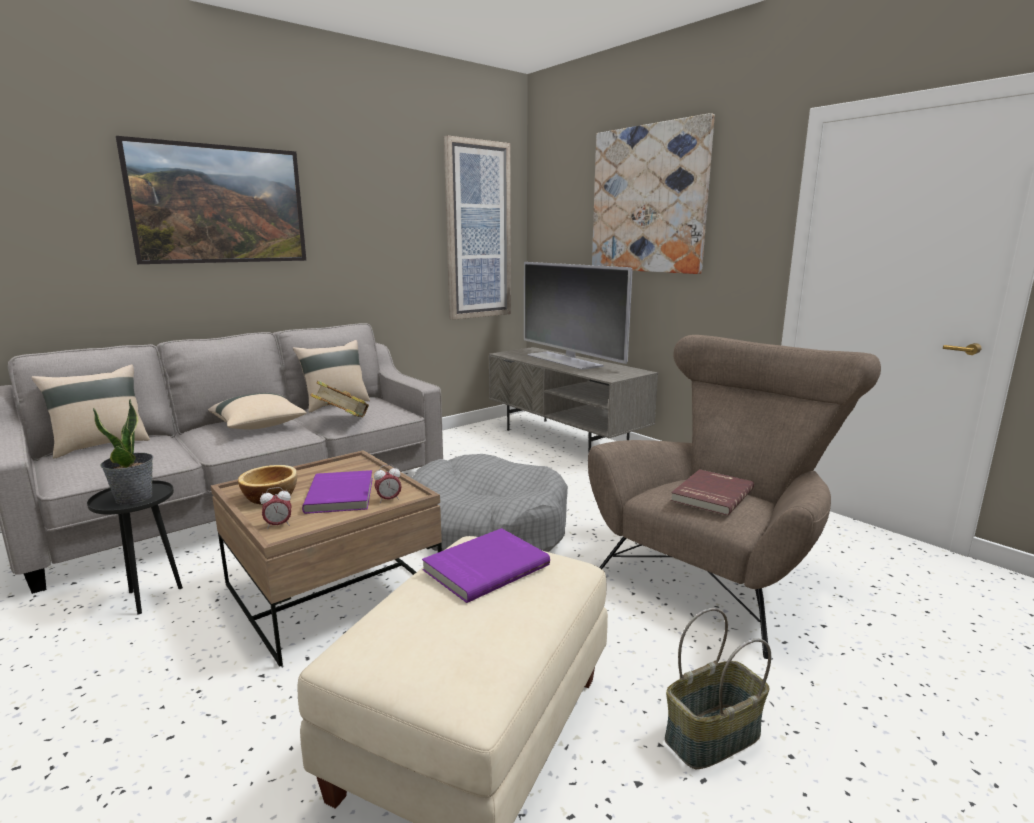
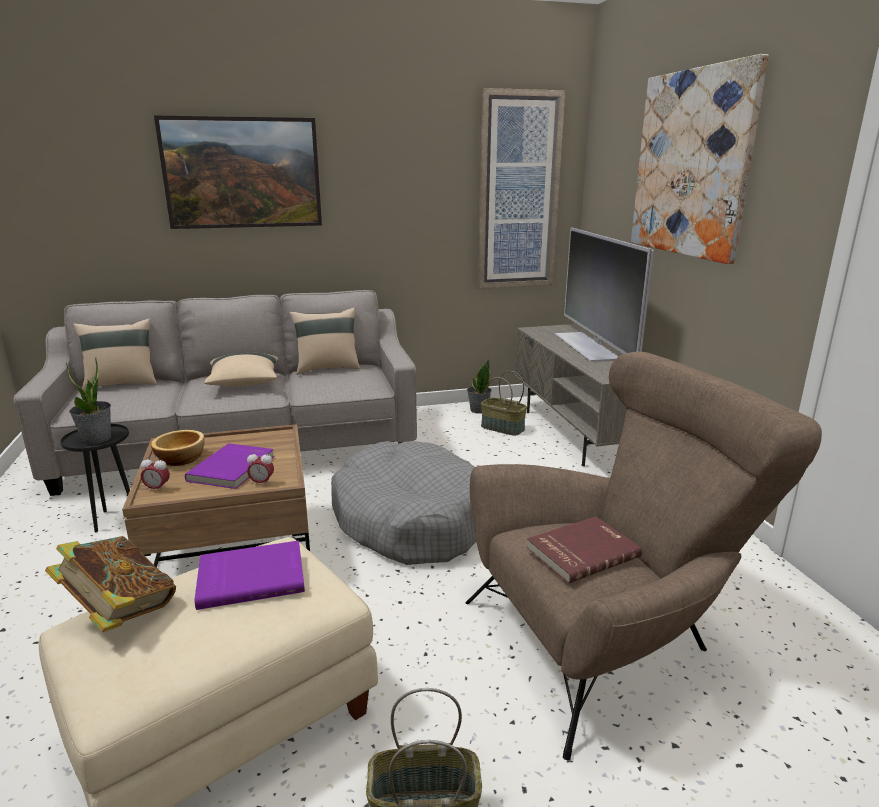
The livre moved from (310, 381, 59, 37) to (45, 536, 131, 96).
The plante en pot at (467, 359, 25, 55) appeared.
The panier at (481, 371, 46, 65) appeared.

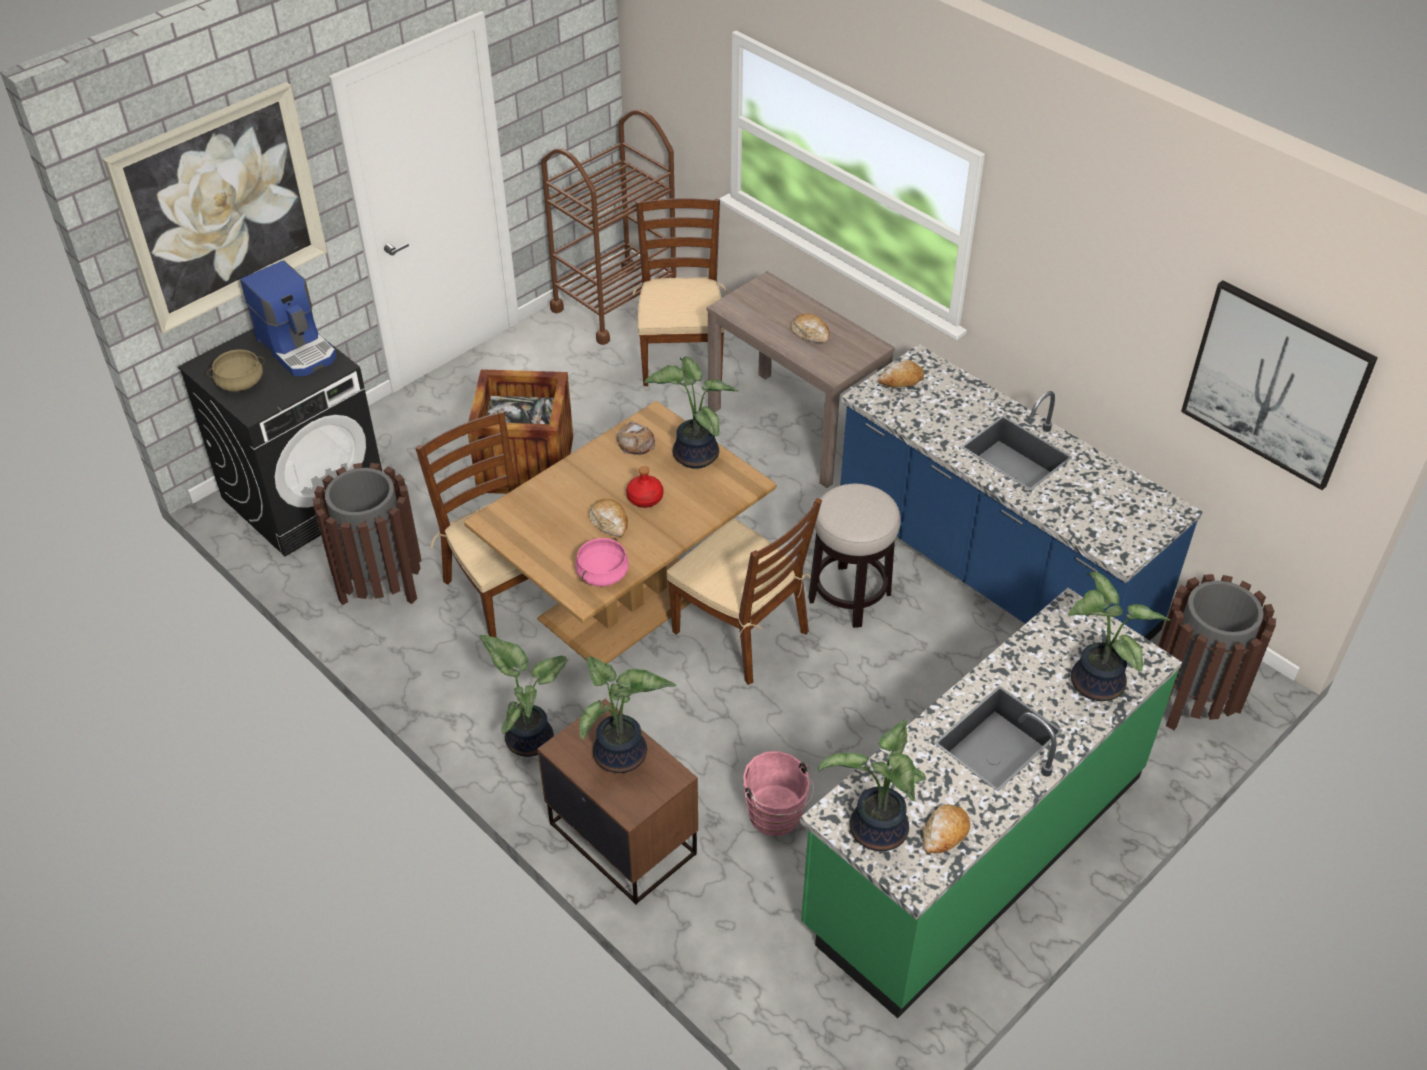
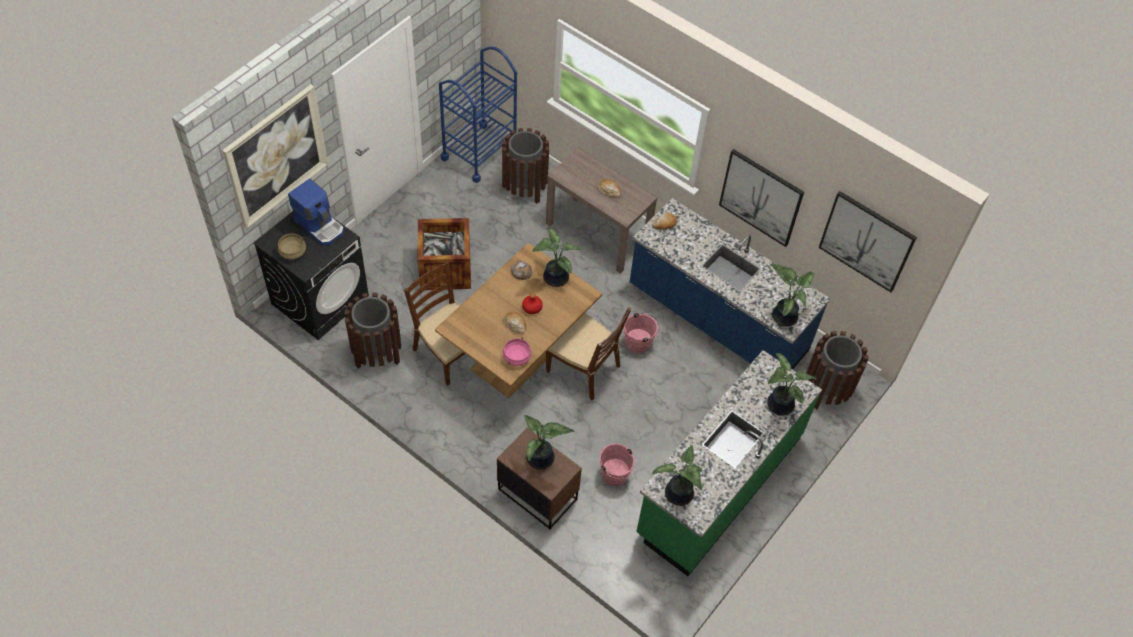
The chariot/marron at (541, 110, 135, 235) became the chariot/bleu at (439, 46, 78, 137).
The chaise/marron at (632, 198, 95, 188) was replaced by the poubelle/marron at (502, 128, 47, 76).
The tabouret at (808, 484, 93, 144) was replaced by the seau/rose at (624, 312, 38, 42).
The plante en pot moved from (479, 635, 89, 122) to (770, 264, 44, 63).
The pain at (923, 804, 47, 50) disappeared.
The tableau at (719, 149, 85, 98) appeared.

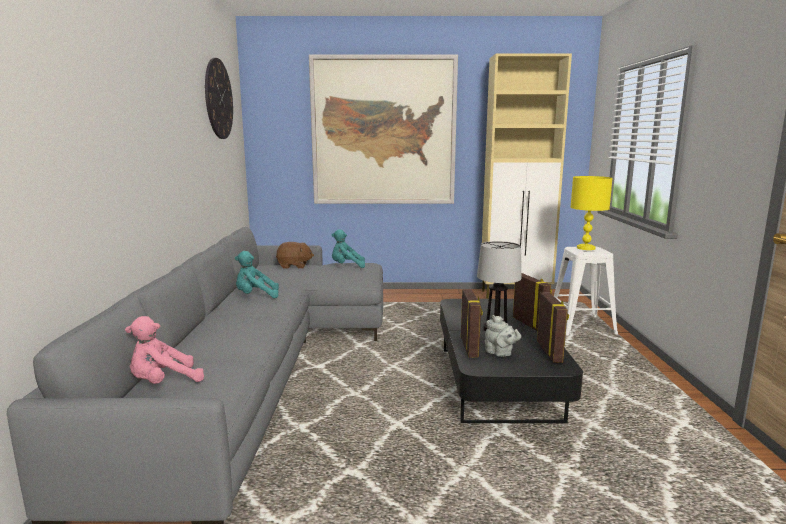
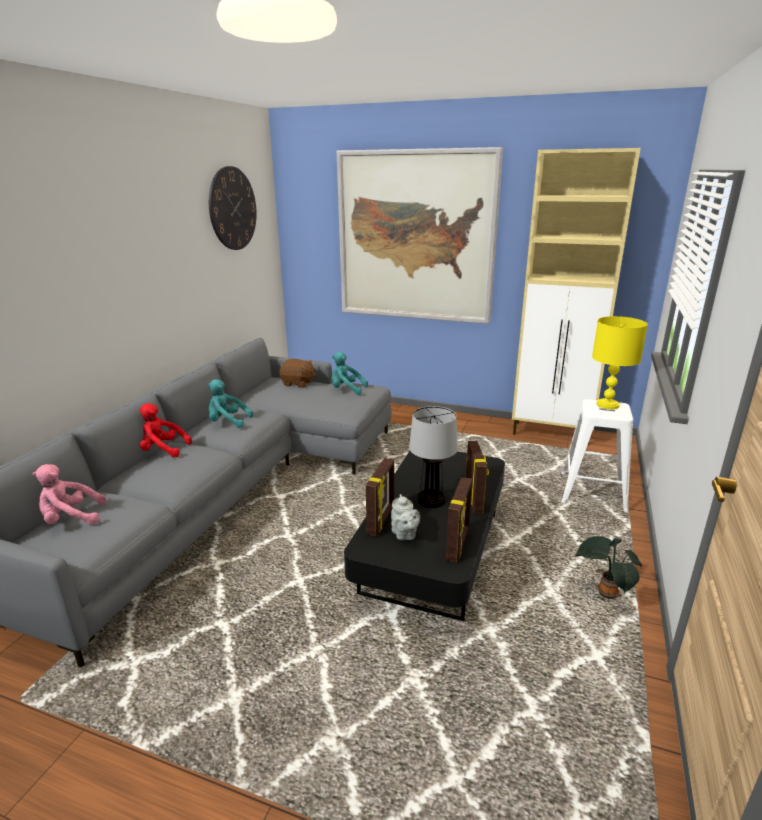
The peluche/rouge at (139, 404, 53, 54) appeared.
The plante en pot at (575, 536, 67, 63) appeared.

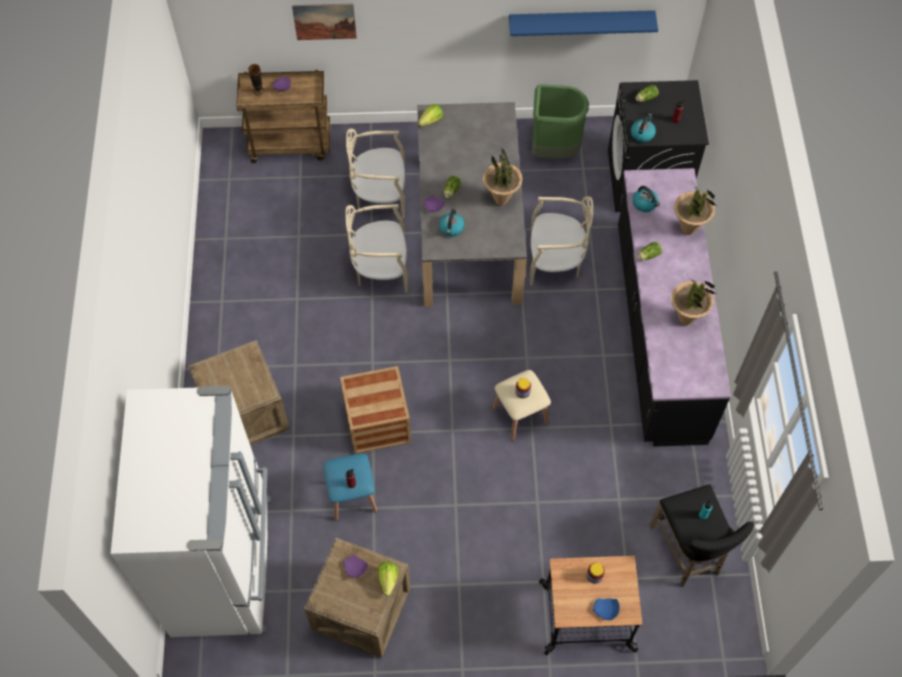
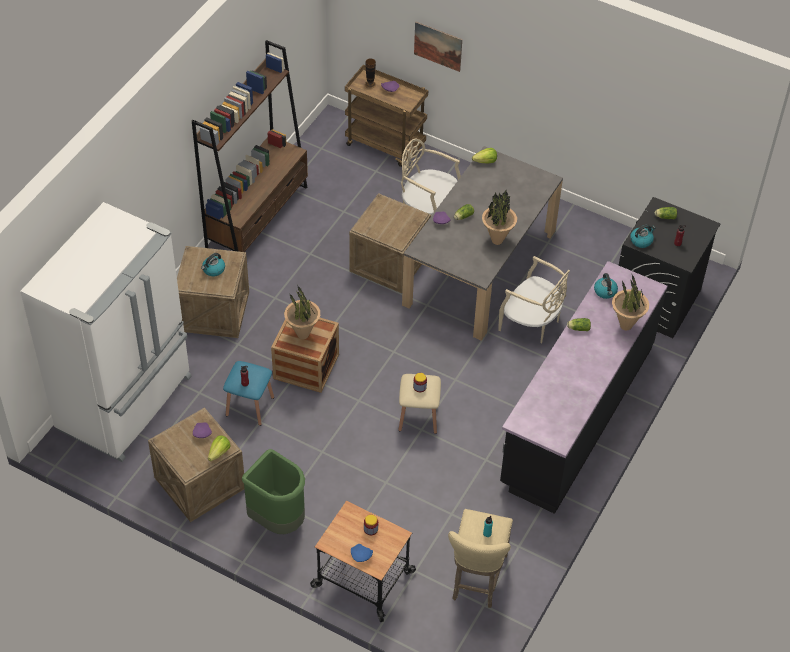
The étagère/bleu at (509, 10, 149, 26) disappeared.
The poubelle/vert moved from (532, 84, 57, 75) to (242, 449, 63, 85).
The chaise/beige at (345, 204, 63, 88) was replaced by the caisse at (349, 193, 82, 100).
The bouilloire moved from (439, 209, 26, 27) to (201, 253, 24, 23).
The plante en pot moved from (671, 276, 45, 49) to (284, 285, 36, 54).
The tabouret/noir at (649, 484, 105, 103) became the tabouret/beige at (448, 509, 65, 99).
The bibliothèque/marron at (192, 40, 116, 212) appeared.

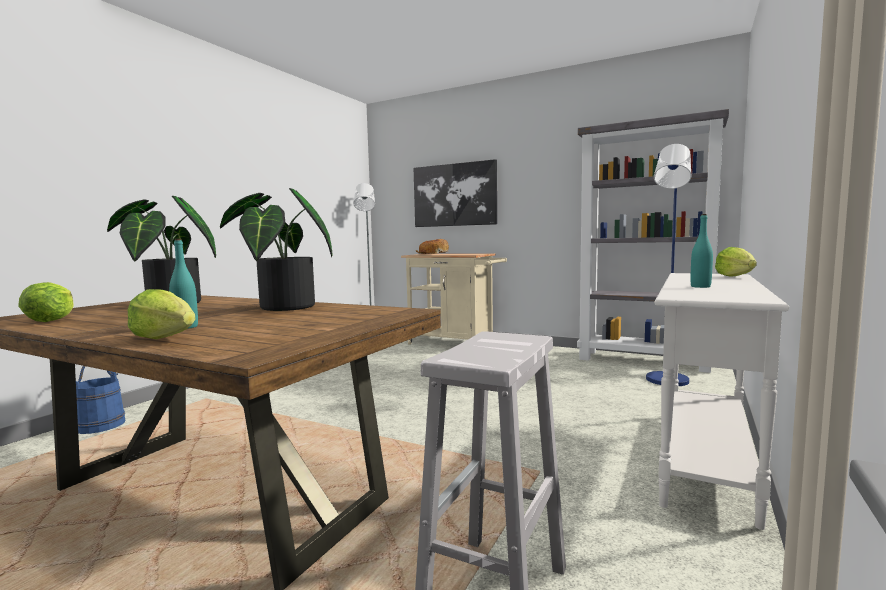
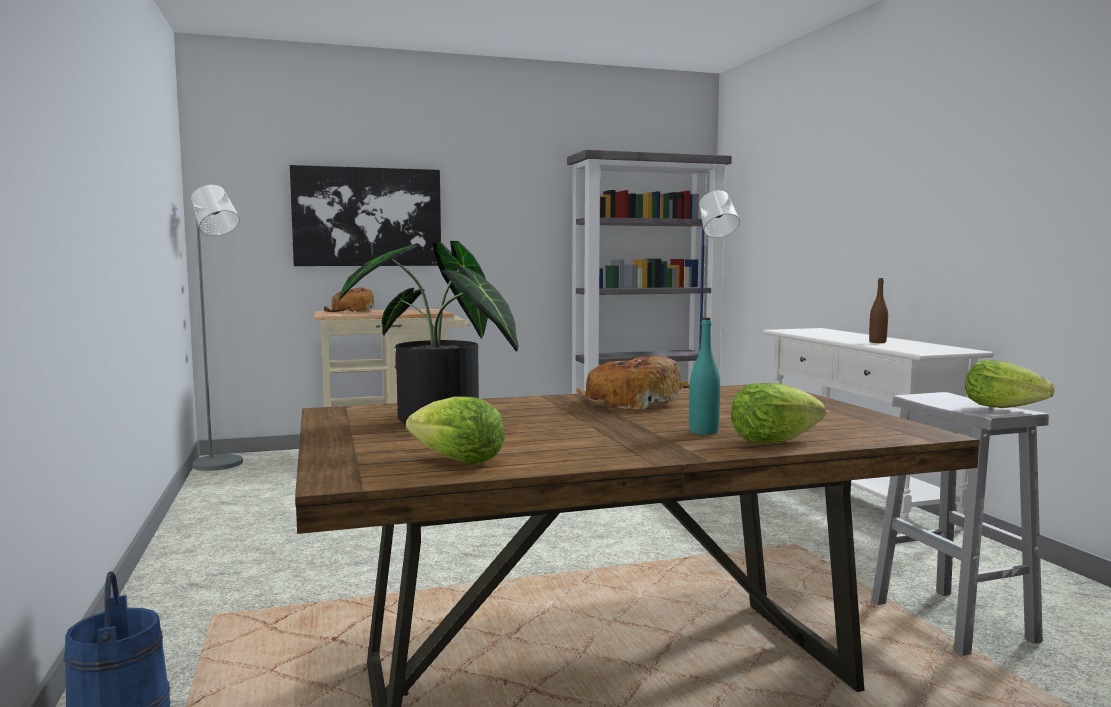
The plante en pot at (220, 188, 113, 123) was replaced by the pain at (576, 355, 105, 55).
The bouteille/turquoise at (691, 214, 22, 74) became the bouteille/marron at (869, 278, 19, 65).
The laitue moved from (715, 247, 42, 30) to (965, 360, 90, 48).

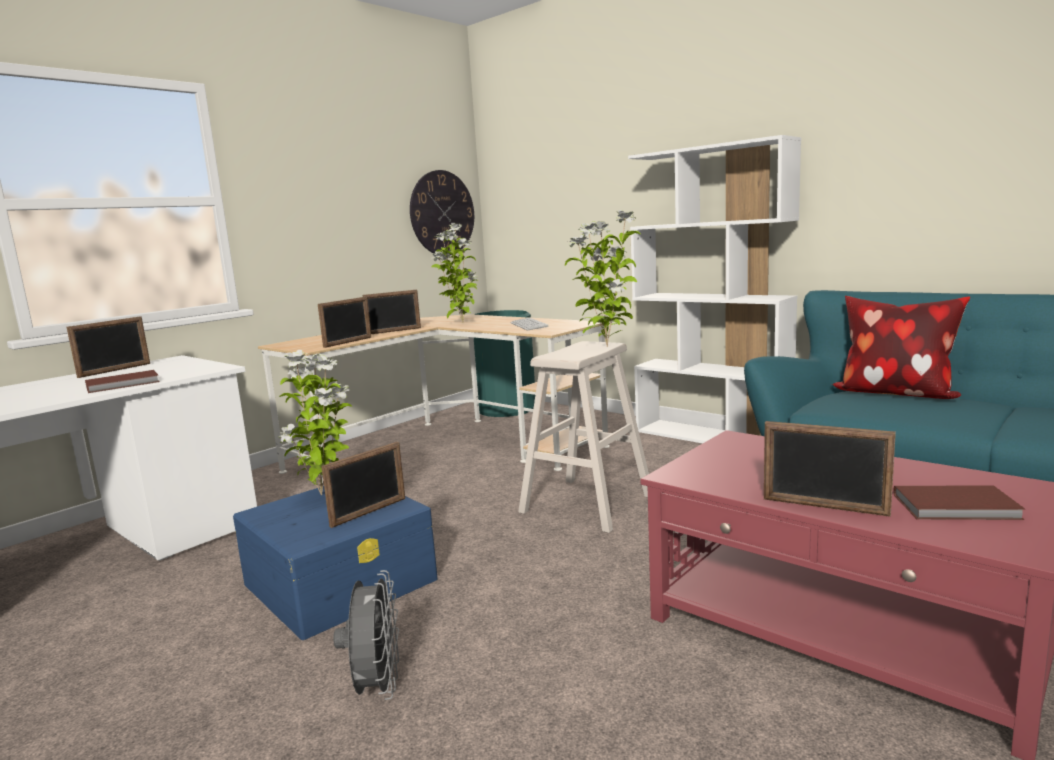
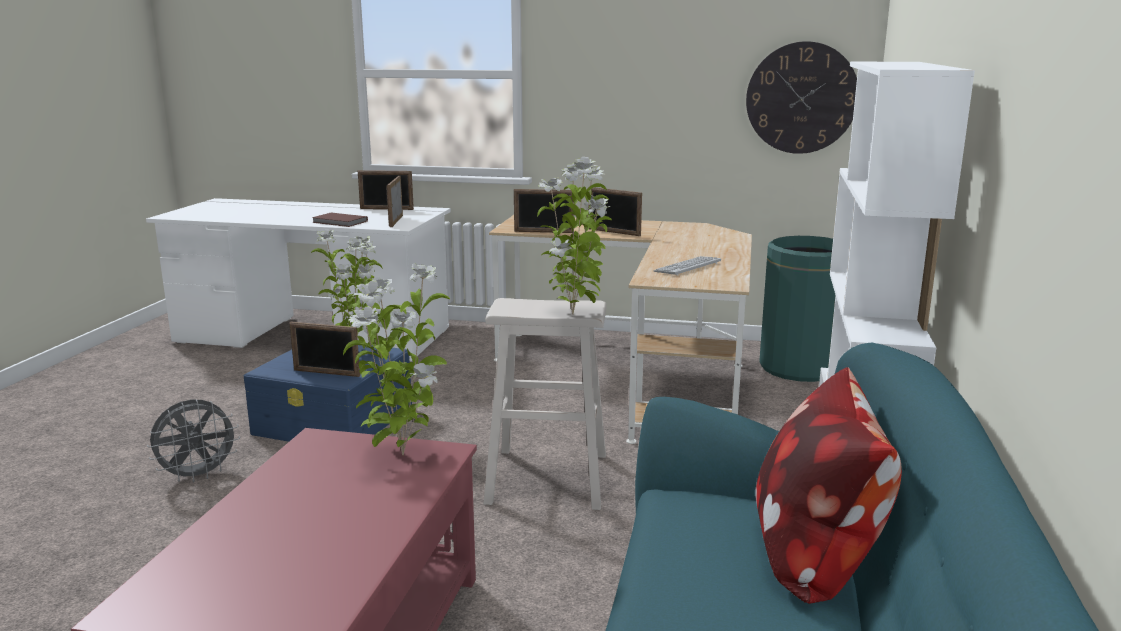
The plante en pot moved from (431, 223, 47, 99) to (343, 263, 107, 192).
The cadre photo moved from (764, 421, 132, 96) to (386, 176, 17, 51).
The livre/marron at (893, 485, 133, 35) disappeared.

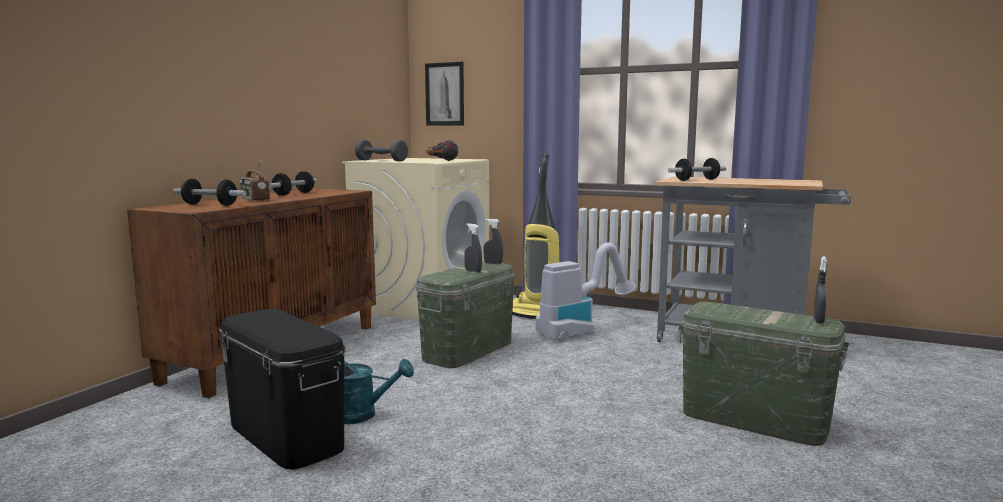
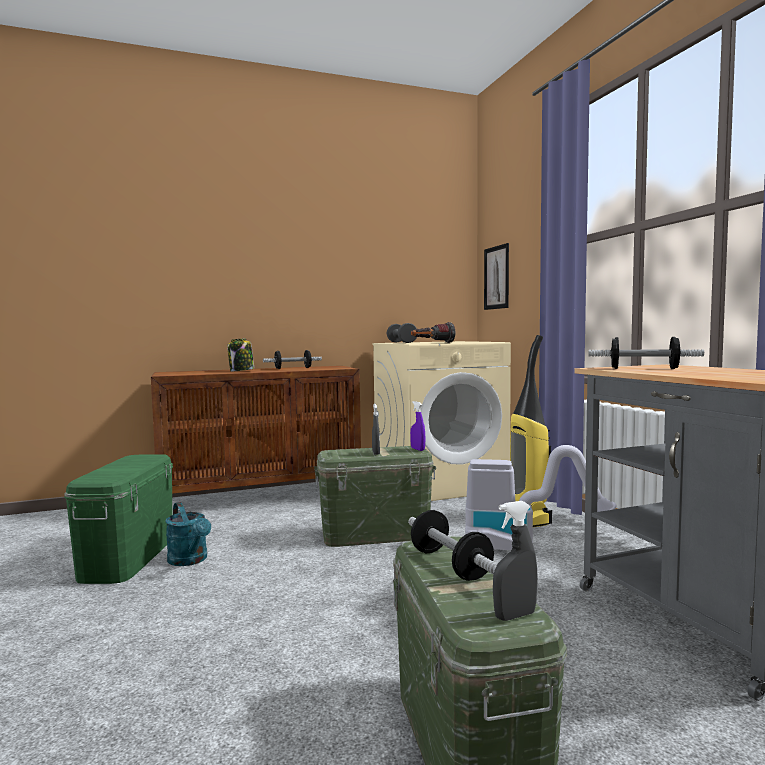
The radio at (240, 159, 30, 42) was replaced by the bocal at (227, 338, 27, 33).
The haltère moved from (173, 179, 74, 27) to (408, 510, 89, 71).
The vaporisateur/gris at (483, 219, 20, 45) became the vaporisateur/violet at (410, 401, 15, 50).
The boîte de rangement/noir at (219, 309, 127, 160) became the boîte de rangement/vert at (64, 454, 109, 130).

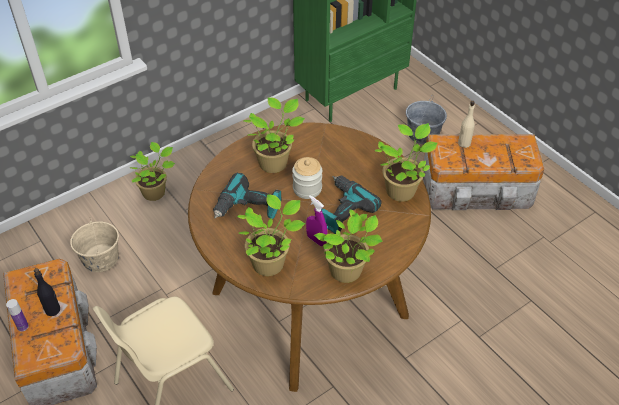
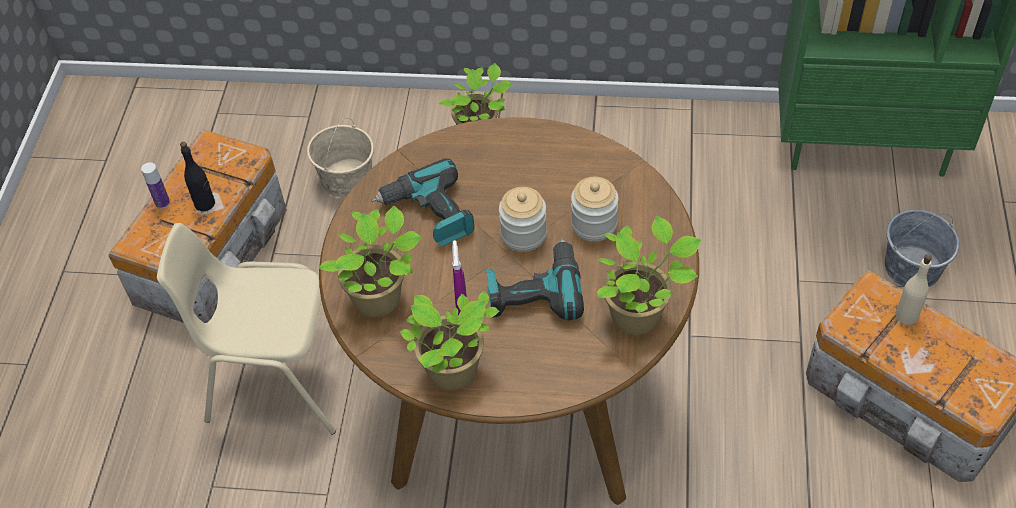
The plante en pot at (244, 98, 61, 75) disappeared.
The bocal at (571, 177, 48, 65) appeared.

